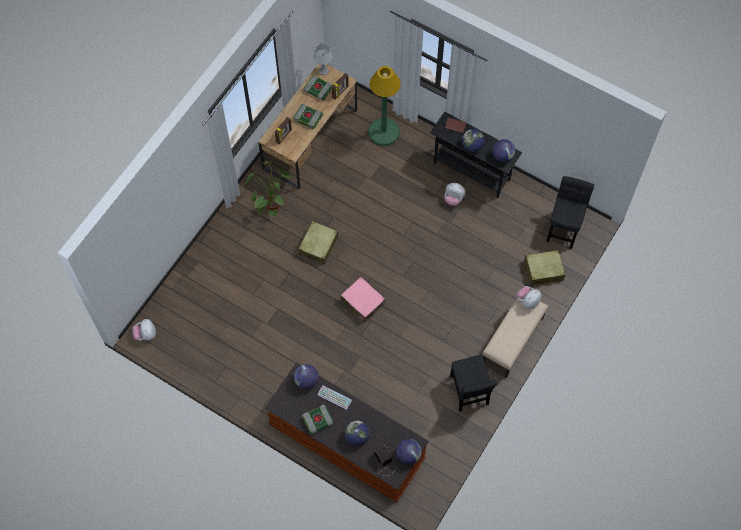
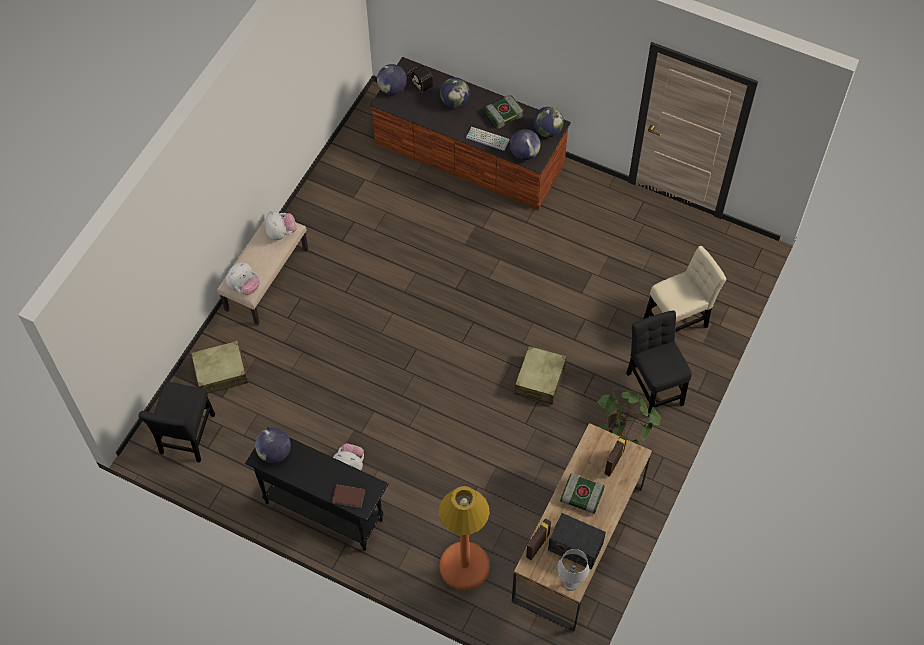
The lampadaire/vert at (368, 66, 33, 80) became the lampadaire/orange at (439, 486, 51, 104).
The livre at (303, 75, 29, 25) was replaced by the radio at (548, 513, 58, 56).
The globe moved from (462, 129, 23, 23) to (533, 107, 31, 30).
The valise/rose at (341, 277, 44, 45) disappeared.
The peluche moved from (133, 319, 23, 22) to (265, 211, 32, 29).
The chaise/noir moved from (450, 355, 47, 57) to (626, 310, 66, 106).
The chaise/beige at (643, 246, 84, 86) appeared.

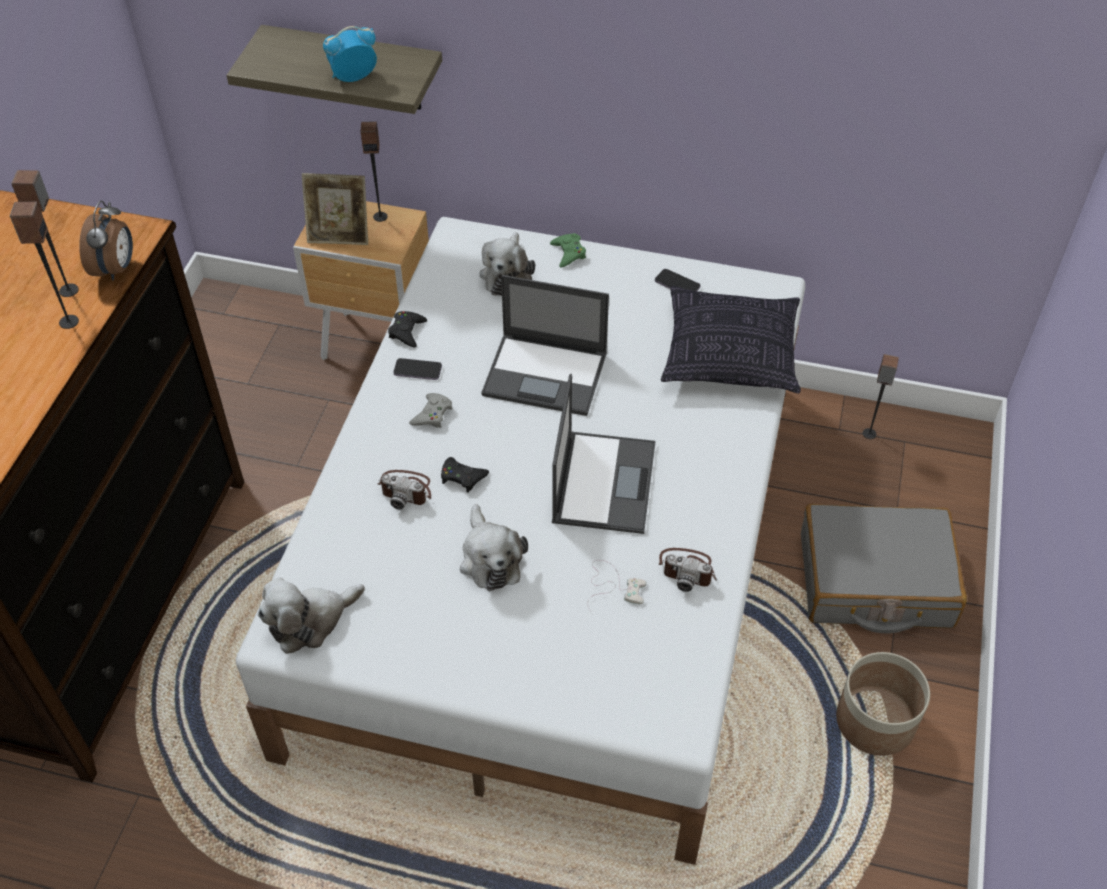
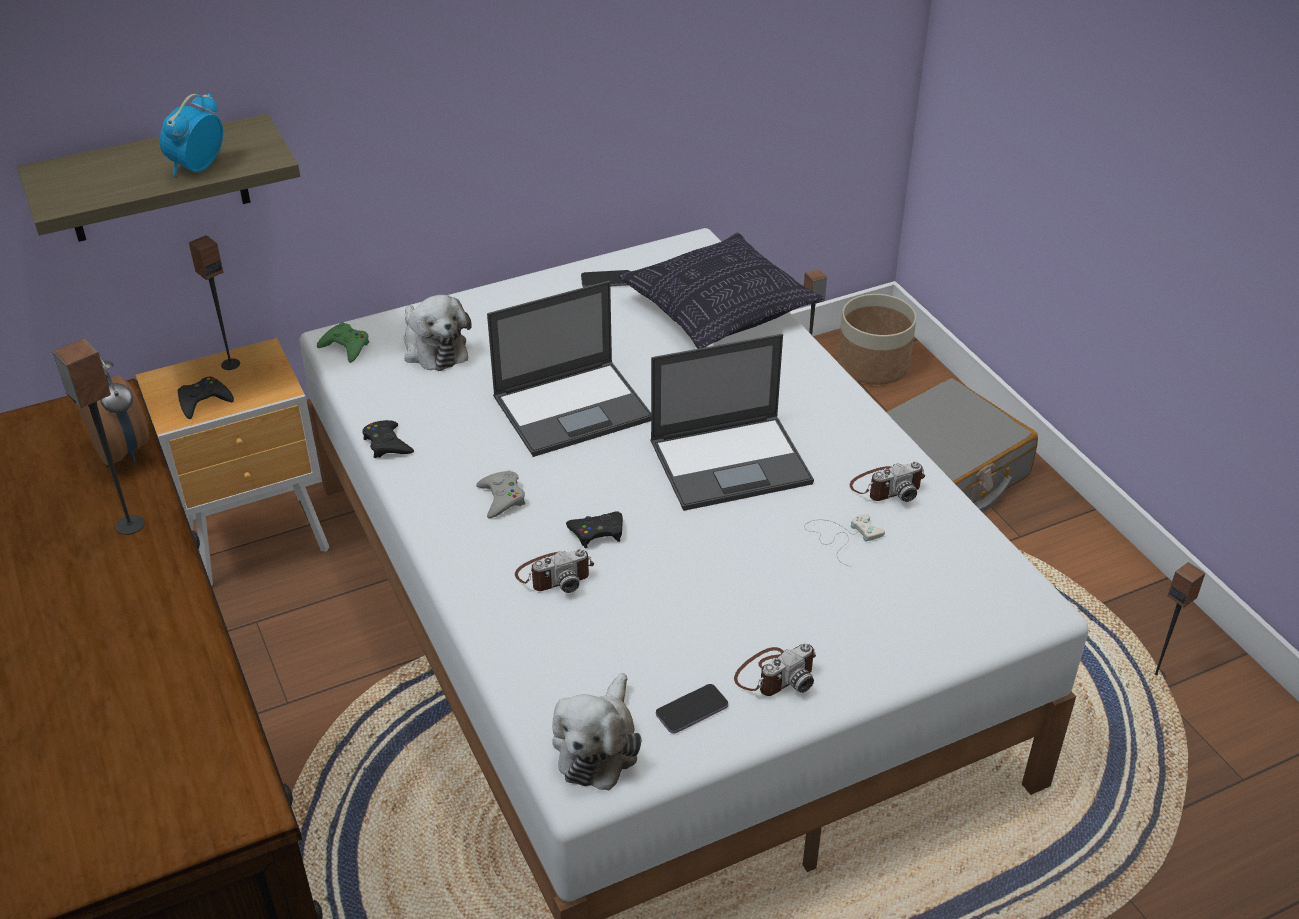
The enceinte moved from (11, 170, 68, 127) to (1154, 562, 51, 117).
The cadre photo at (302, 173, 66, 72) was replaced by the manette/noir at (178, 377, 56, 42).
The manette/vert moved from (550, 233, 36, 34) to (317, 322, 52, 41).
The téléphone moved from (393, 358, 49, 22) to (656, 684, 72, 50).
The ordinateur portable at (552, 374, 104, 160) turned 105 degrees clockwise.
The peluche at (460, 504, 68, 87) disappeared.
The cache-pot moved from (836, 652, 94, 104) to (837, 294, 80, 91).
The appareil photo at (734, 643, 82, 53) appeared.

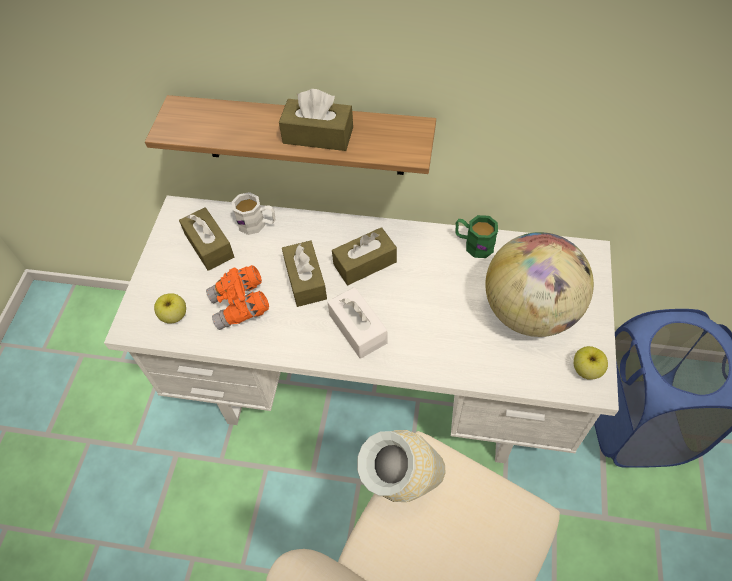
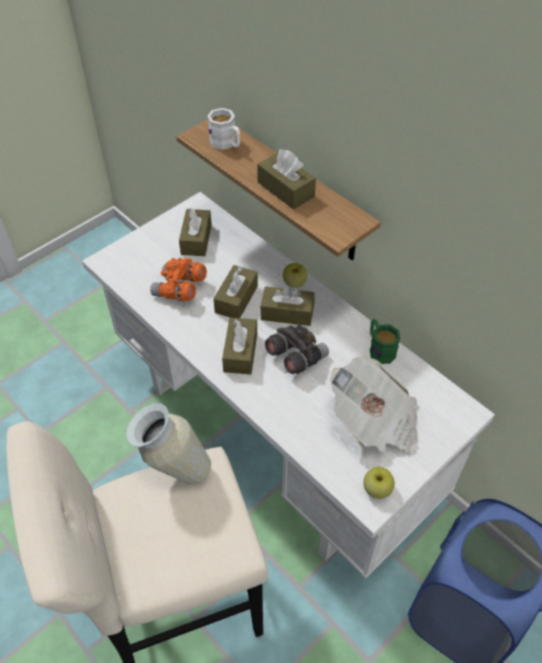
The mug/blanc moved from (232, 192, 43, 43) to (207, 108, 33, 42).
The globe at (485, 232, 109, 105) was replaced by the journal at (330, 357, 89, 96).
The boîte à mouchoirs/blanc at (328, 287, 59, 72) became the boîte à mouchoirs/marron at (222, 318, 35, 57).
The pomme moved from (154, 293, 32, 31) to (283, 263, 25, 25).
The jumelles/gris at (265, 324, 64, 50) appeared.

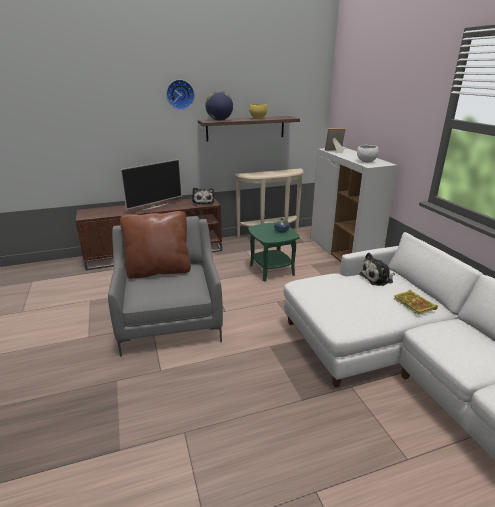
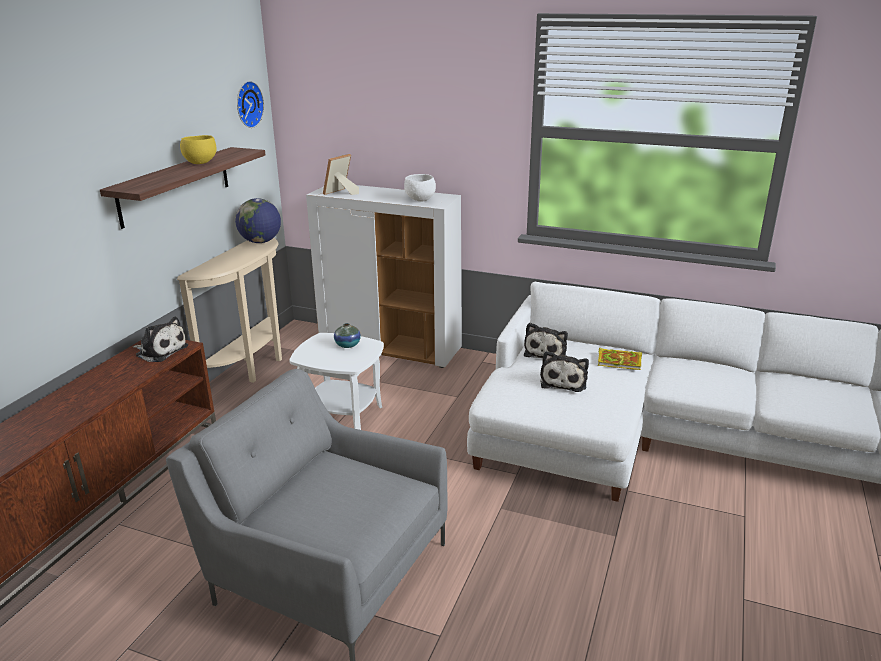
The horloge murale moved from (166, 80, 28, 30) to (237, 81, 27, 47).
The globe moved from (206, 91, 27, 30) to (235, 198, 46, 45).
The téléviseur at (120, 159, 62, 52) disappeared.
The coussin/marron at (120, 211, 71, 68) disappeared.
The table d'appoint/vert at (248, 223, 52, 59) became the table d'appoint/blanc at (289, 333, 95, 97).
The peluche at (540, 351, 49, 41) appeared.

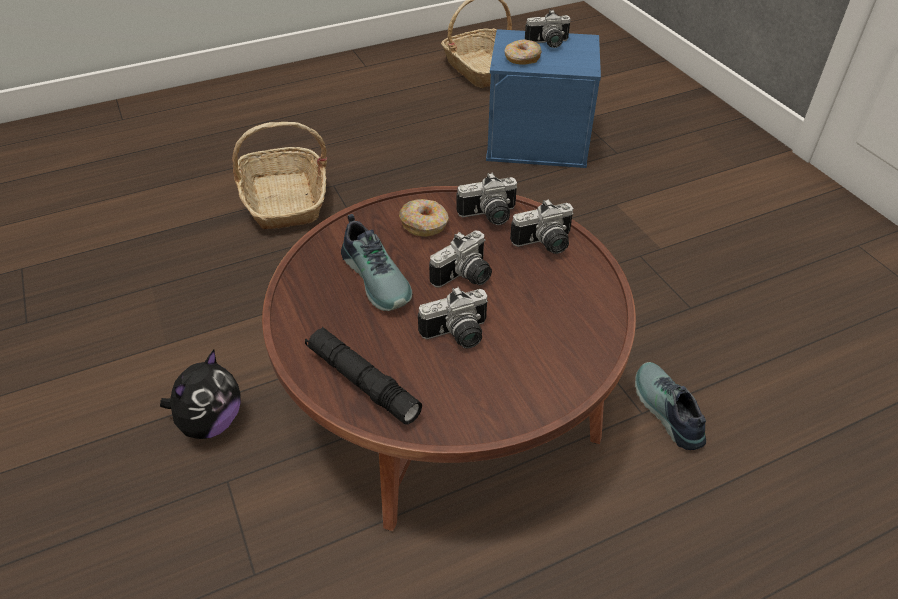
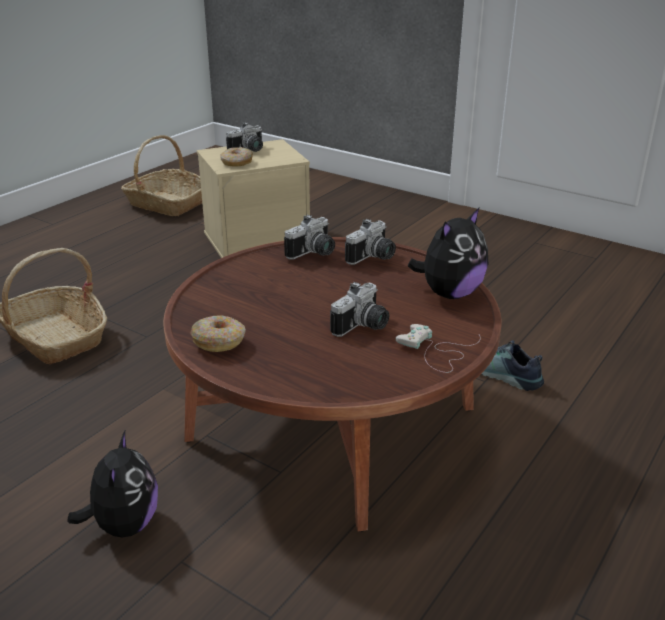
The boîte de rangement/bleu at (486, 29, 115, 139) became the boîte de rangement/beige at (197, 139, 113, 119).
The beignet moved from (399, 199, 50, 38) to (190, 315, 56, 37).
The chaussure at (341, 214, 71, 97) disappeared.
The appareil photo at (429, 231, 63, 57) disappeared.
The lampe de poche/noir at (305, 327, 117, 98) disappeared.
The peluche at (408, 208, 80, 91) appeared.
The manette/blanc at (396, 324, 85, 49) appeared.

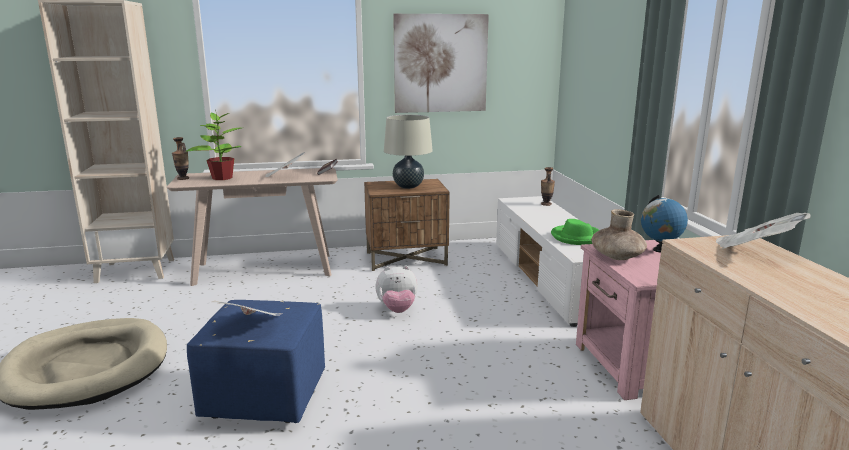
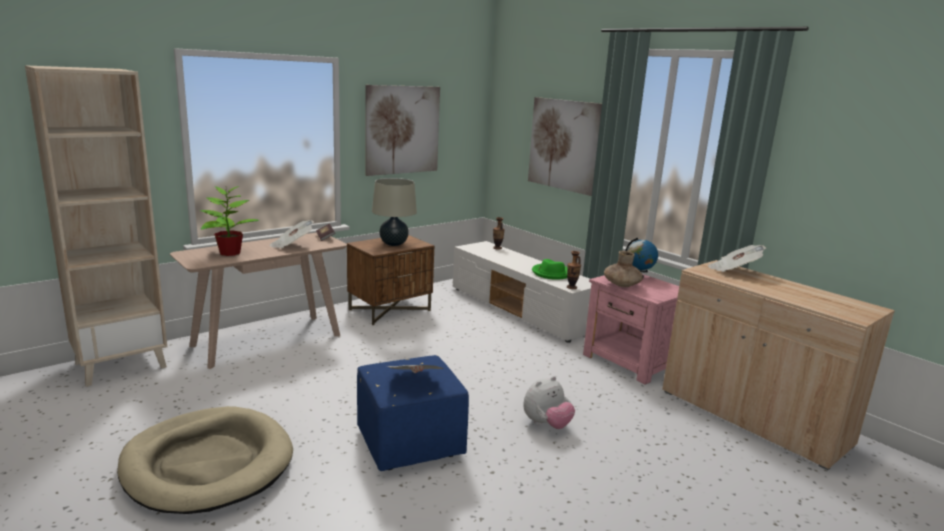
The vase moved from (172, 137, 17, 43) to (567, 251, 14, 38).
The peluche moved from (375, 265, 43, 48) to (523, 376, 52, 53).
The tableau at (528, 97, 74, 99) appeared.

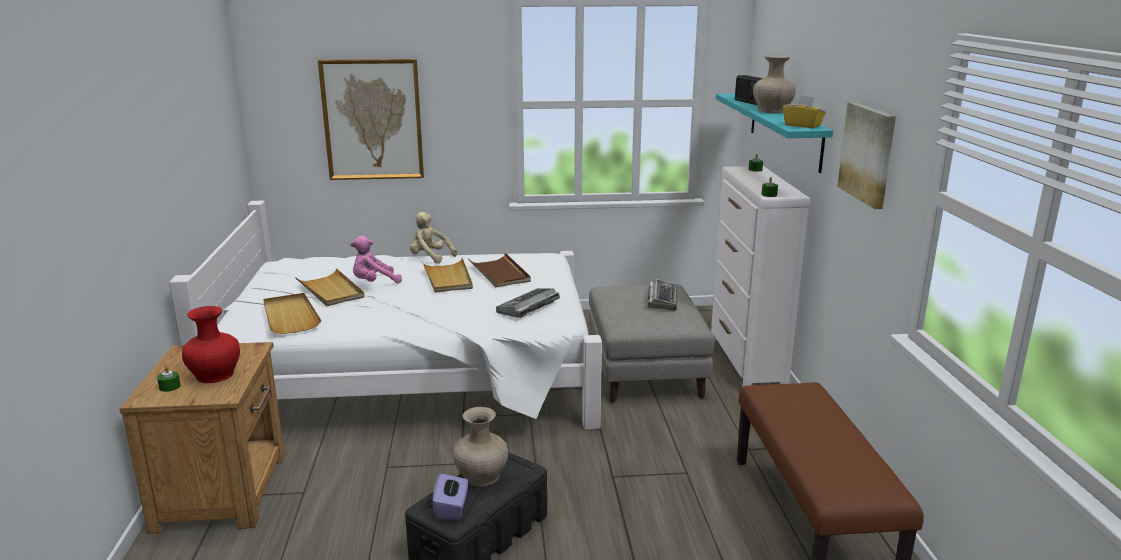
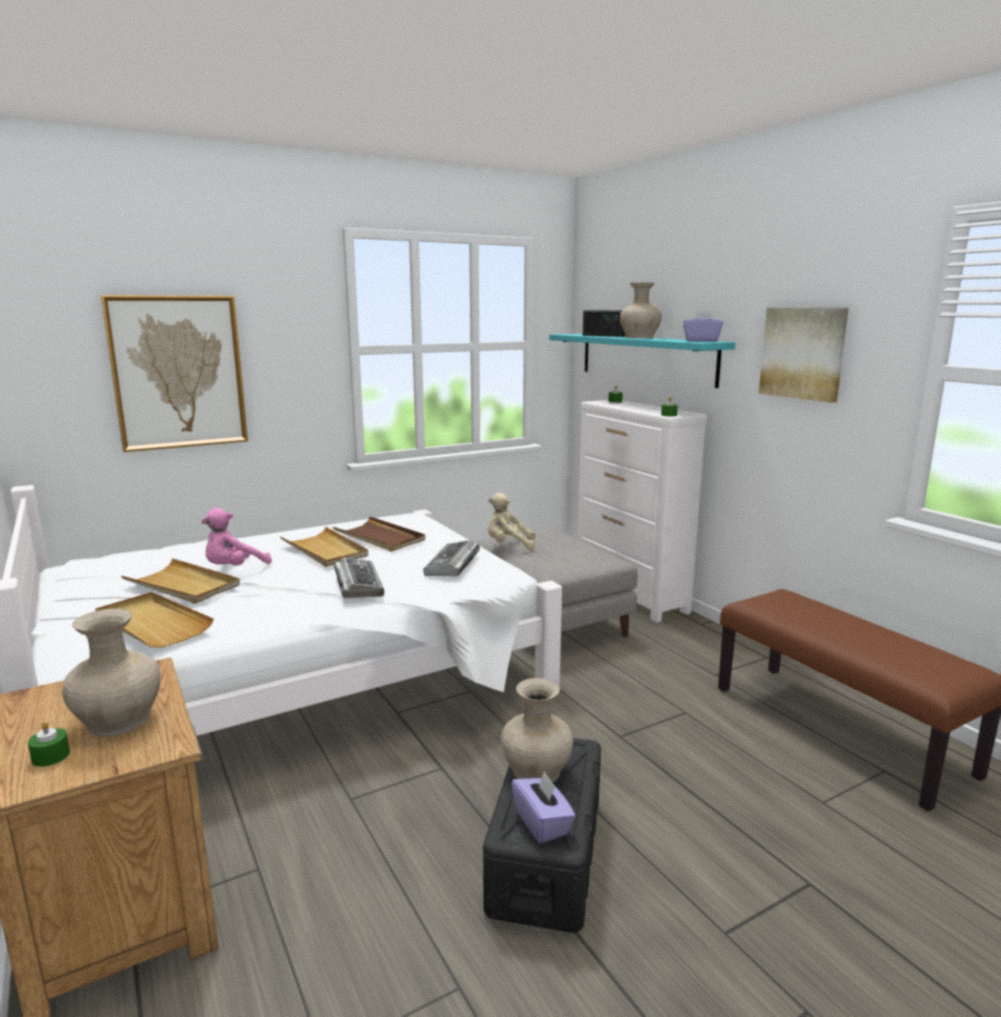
The boîte à mouchoirs/jaune at (783, 95, 43, 33) became the boîte à mouchoirs/violet at (683, 311, 40, 31).
The peluche/beige moved from (410, 212, 47, 52) to (488, 493, 47, 57).
The clavier moved from (647, 279, 30, 32) to (334, 558, 50, 40).
The vase/rouge at (182, 306, 58, 77) became the vase/beige at (62, 609, 98, 128).

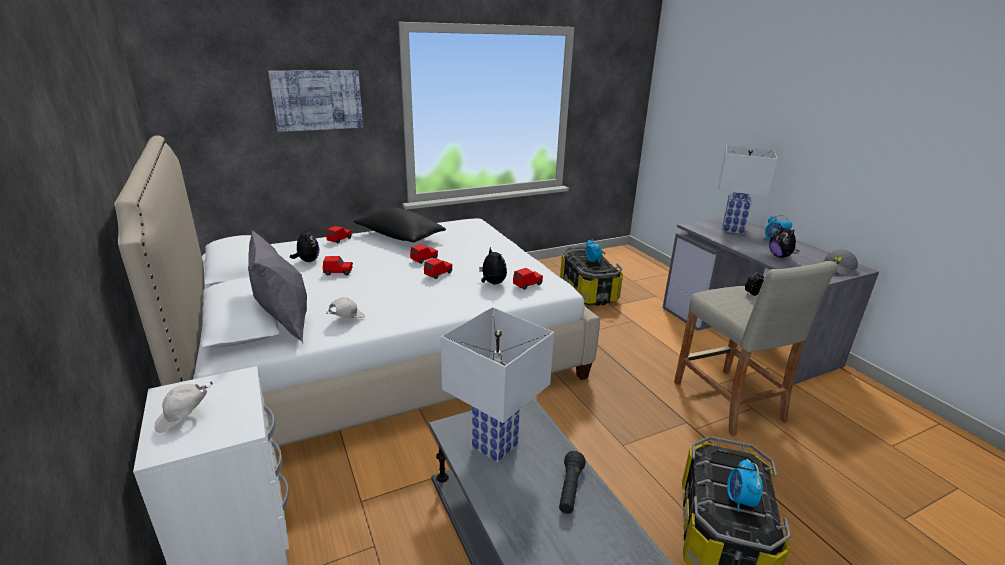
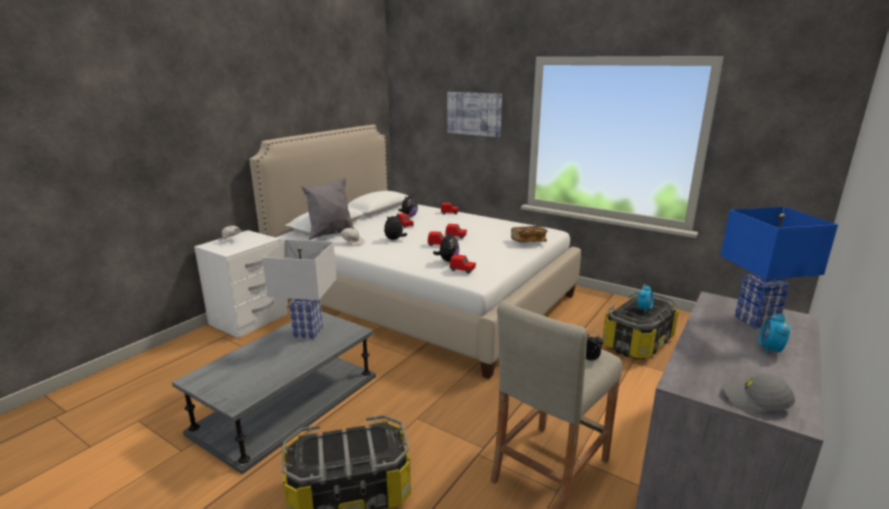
The lampe de table/blanc at (719, 145, 59, 89) became the lampe de table/bleu at (721, 207, 117, 122).
The coussin/noir at (354, 208, 92, 34) disappeared.
The peluche moved from (769, 223, 31, 35) to (384, 214, 23, 26).
The lampe de poche/noir at (559, 451, 27, 63) disappeared.
The réveil at (727, 459, 36, 53) disappeared.
The livre at (511, 226, 37, 16) appeared.

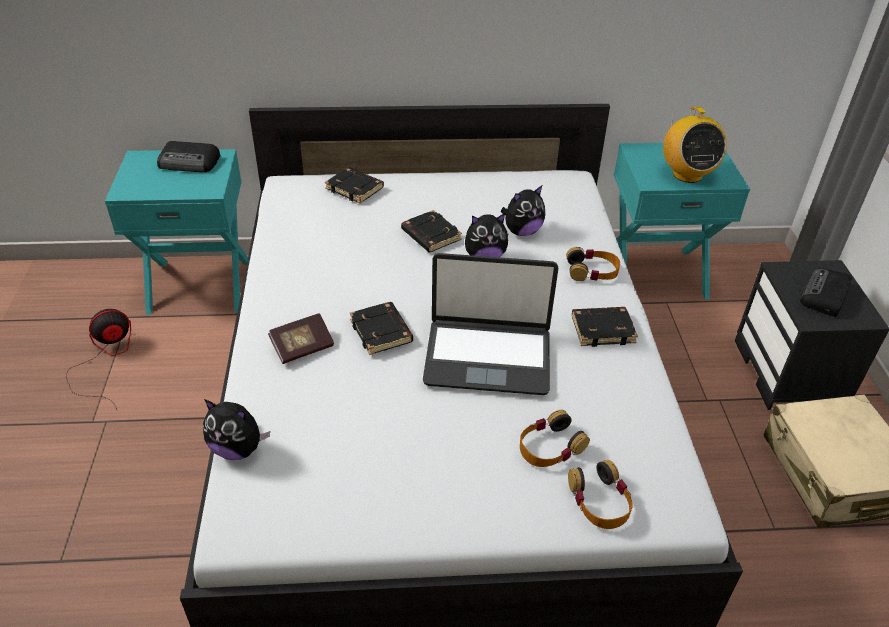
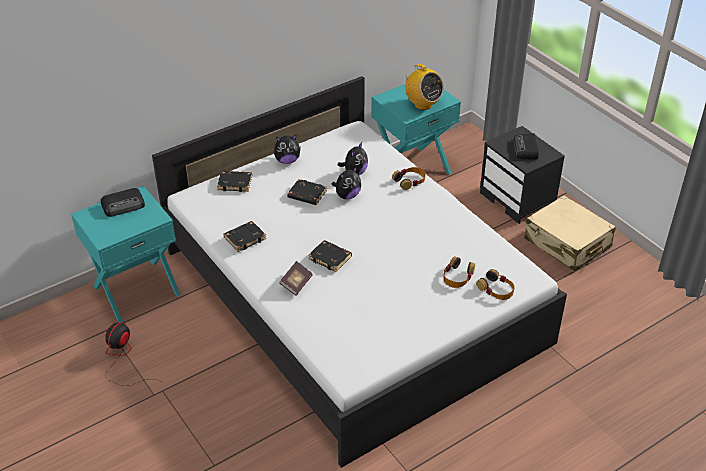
The ordinateur portable at (423, 253, 135, 142) disappeared.
The livre/noir moved from (572, 307, 66, 40) to (224, 221, 43, 31).
The peluche moved from (203, 399, 67, 61) to (274, 135, 27, 29).

